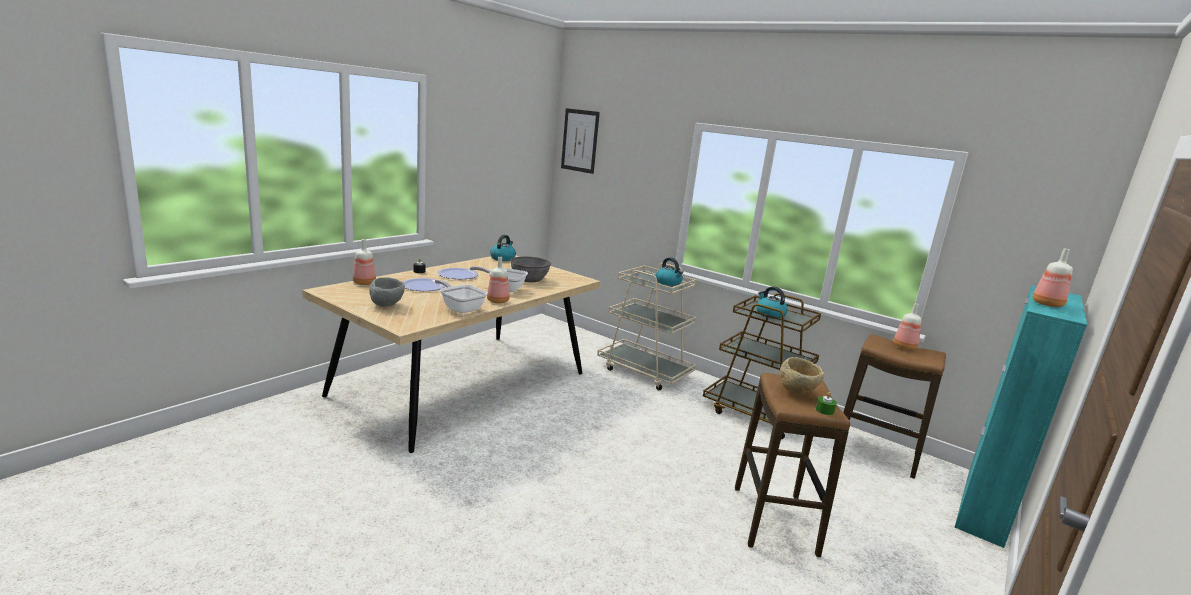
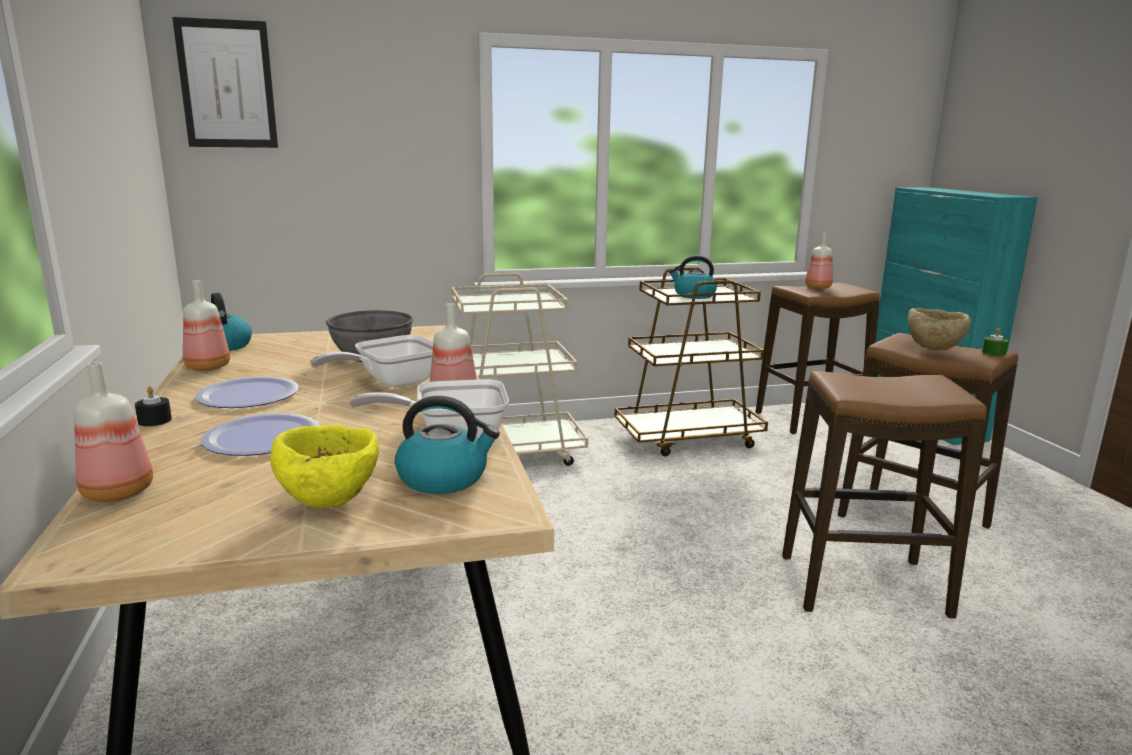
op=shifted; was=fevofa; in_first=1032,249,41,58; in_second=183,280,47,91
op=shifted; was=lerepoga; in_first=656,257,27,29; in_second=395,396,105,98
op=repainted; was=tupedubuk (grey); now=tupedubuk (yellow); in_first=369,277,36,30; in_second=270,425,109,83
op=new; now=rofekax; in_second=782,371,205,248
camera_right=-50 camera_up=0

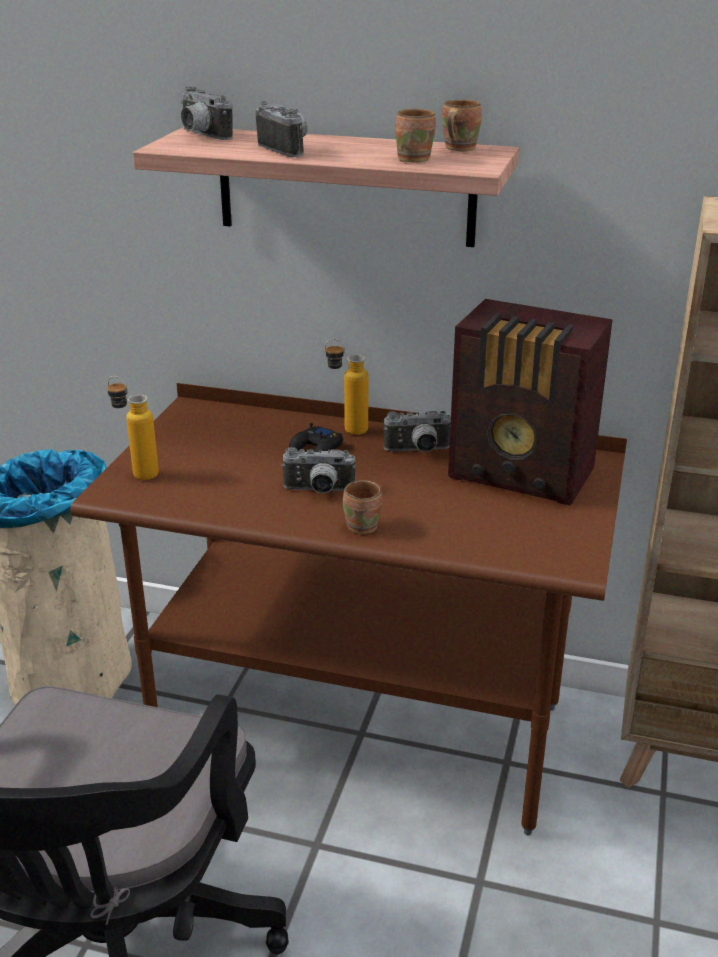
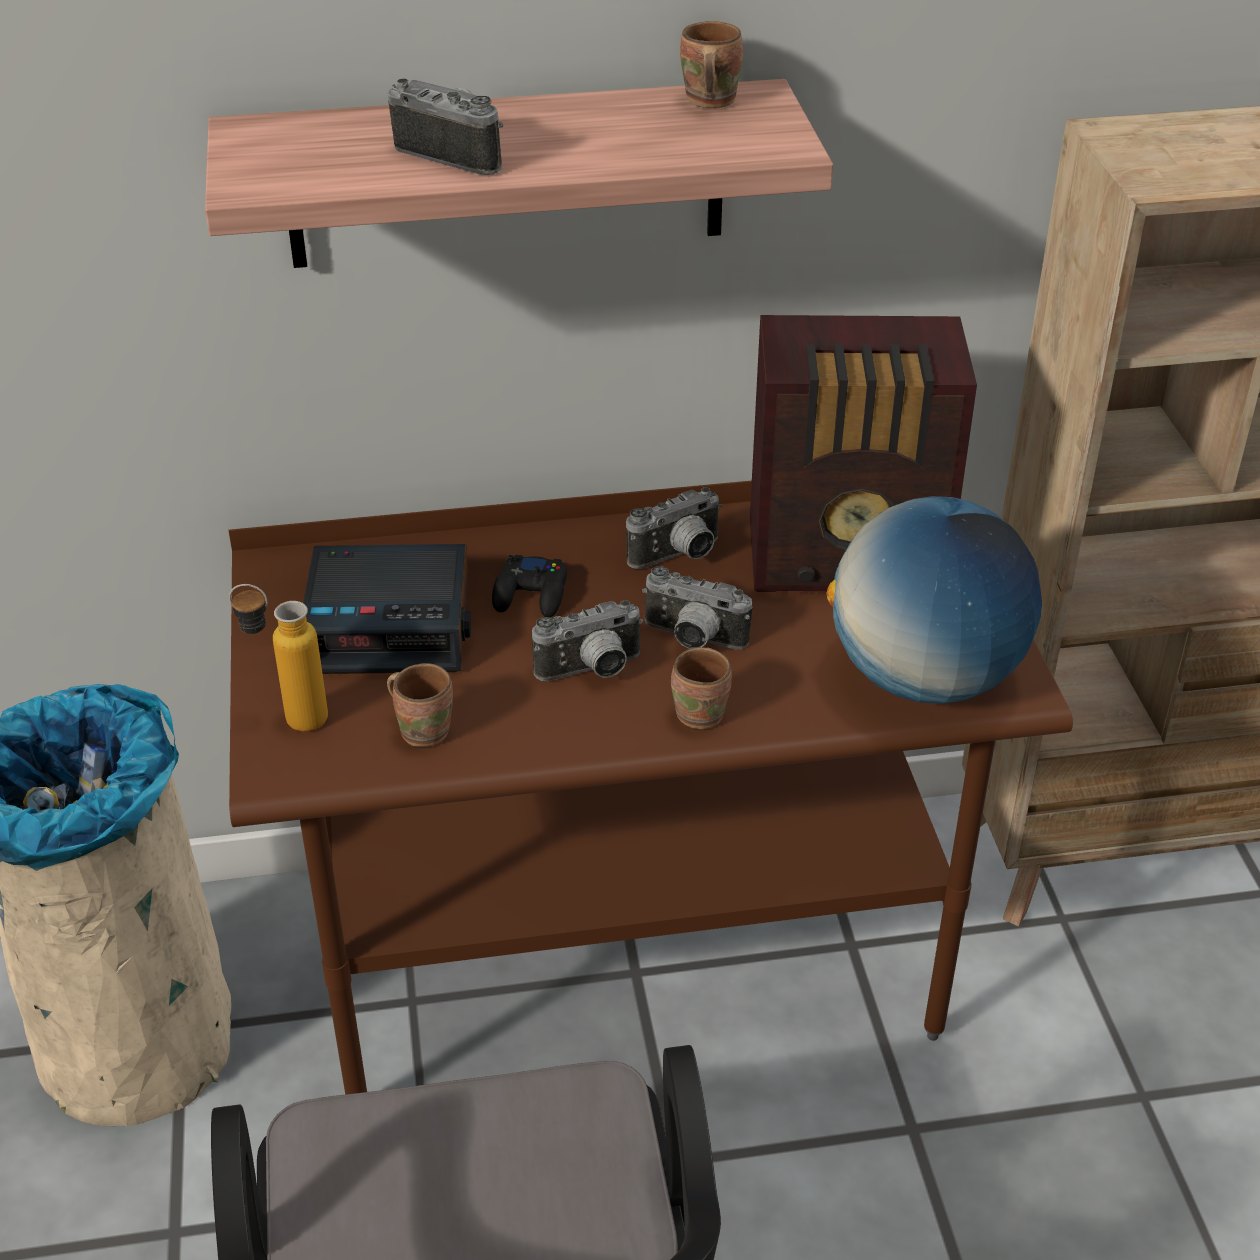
op=shifted; was=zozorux; in_first=181,86,52,54; in_second=642,566,110,84
op=shifted; was=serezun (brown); in_first=395,109,41,53; in_second=387,663,66,84
op=gone; was=fevofa; in_first=325,339,44,96
op=new; now=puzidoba; in_second=827,496,215,208
op=new; now=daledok; in_second=303,544,168,130
camera_right=-25 camera_up=10

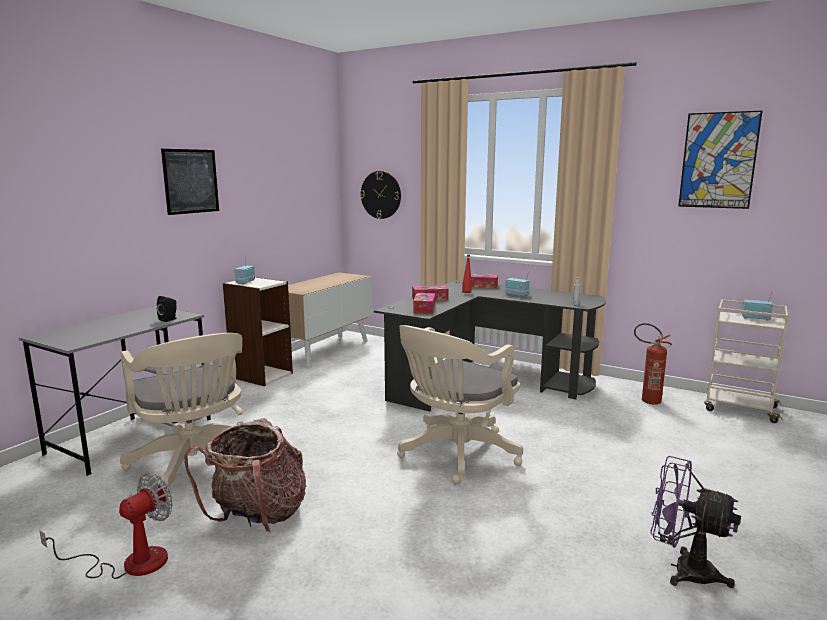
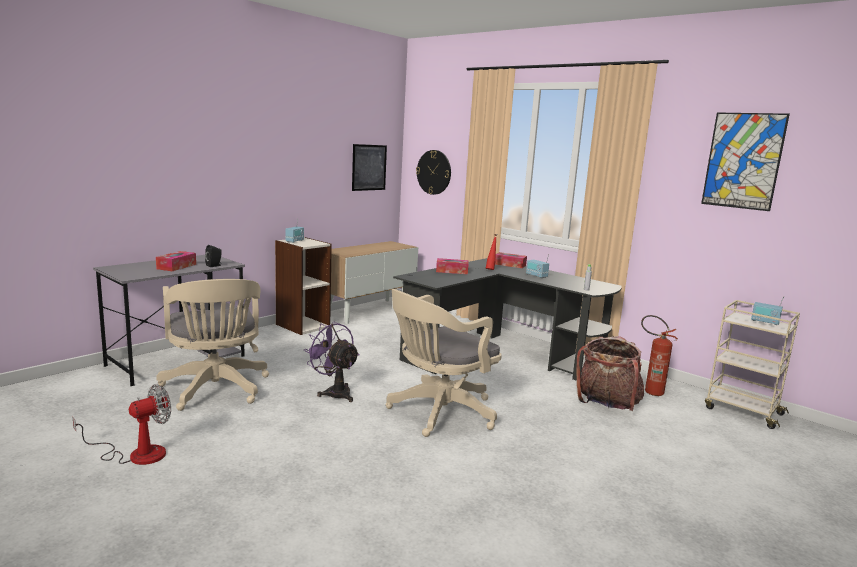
op=shifted; was=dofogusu; in_first=161,149,58,66; in_second=352,144,35,47
op=shifted; was=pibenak; in_first=413,293,22,21; in_second=156,251,40,20
op=shifted; was=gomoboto; in_first=185,418,121,114; in_second=577,336,67,75
op=shifted; was=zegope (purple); in_first=650,456,91,132; in_second=304,321,56,81
camera_right=10 camera_up=0

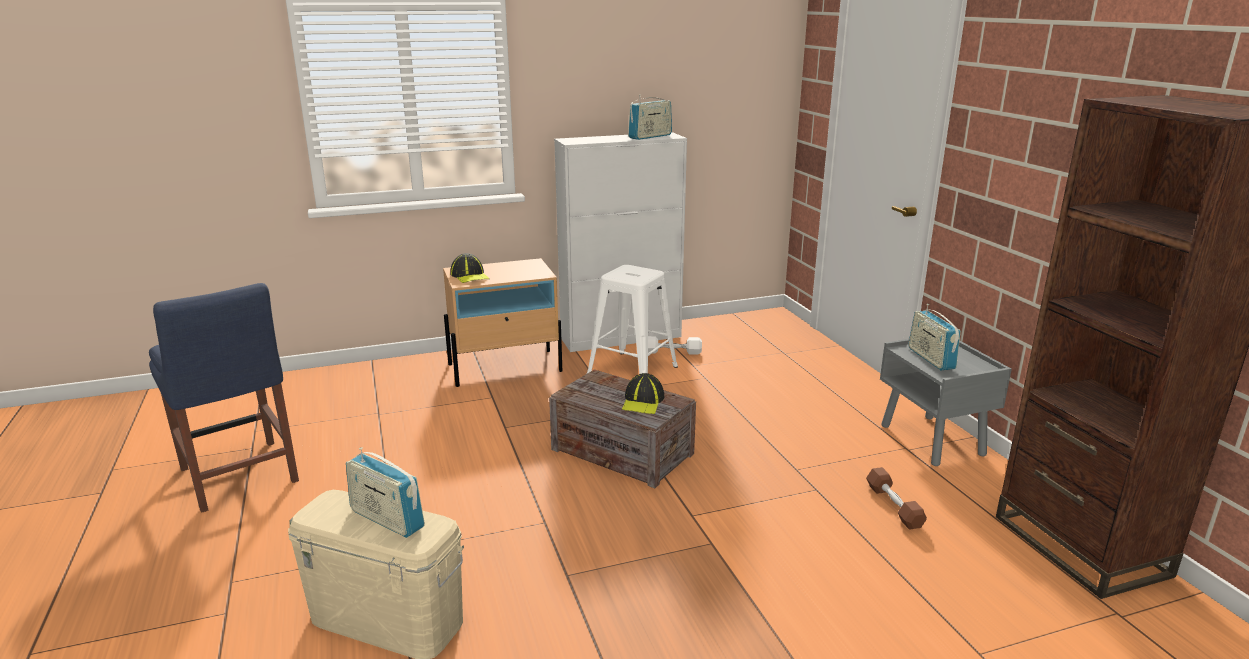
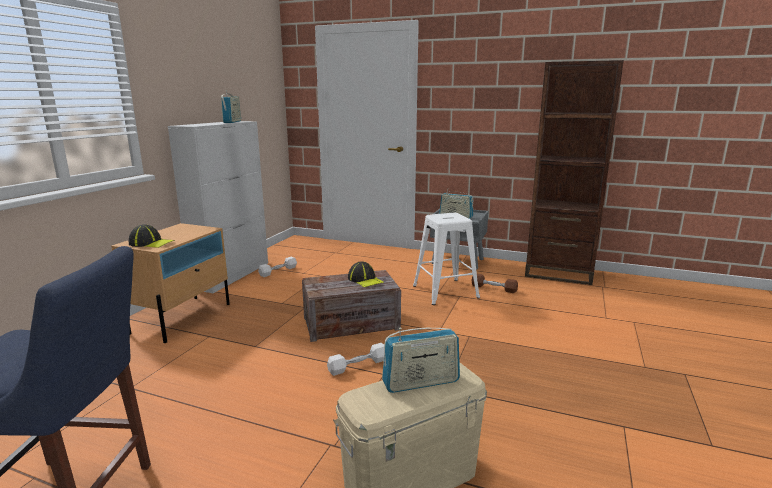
op=shifted; was=rofekax (white); in_first=587,265,91,109; in_second=413,213,67,92
op=new; now=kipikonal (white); in_second=327,343,57,33
camera_right=-50 camera_up=-5

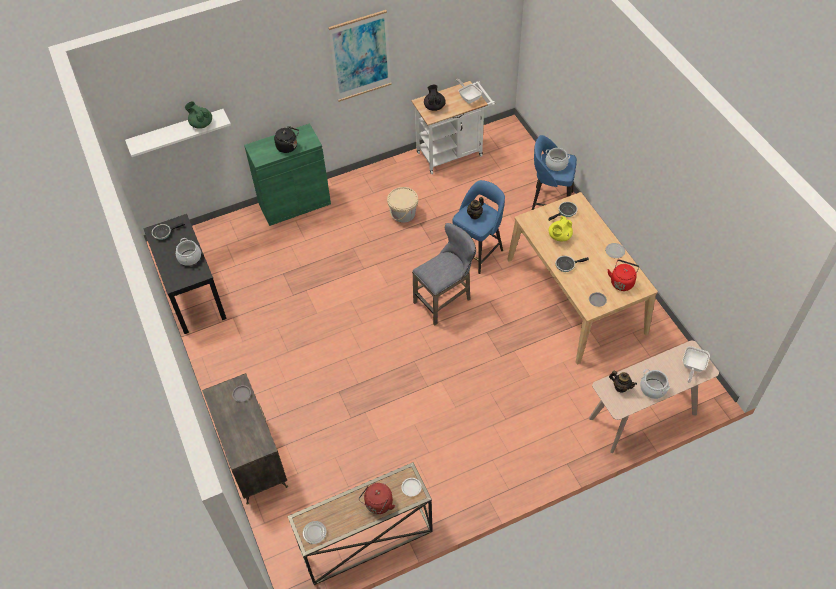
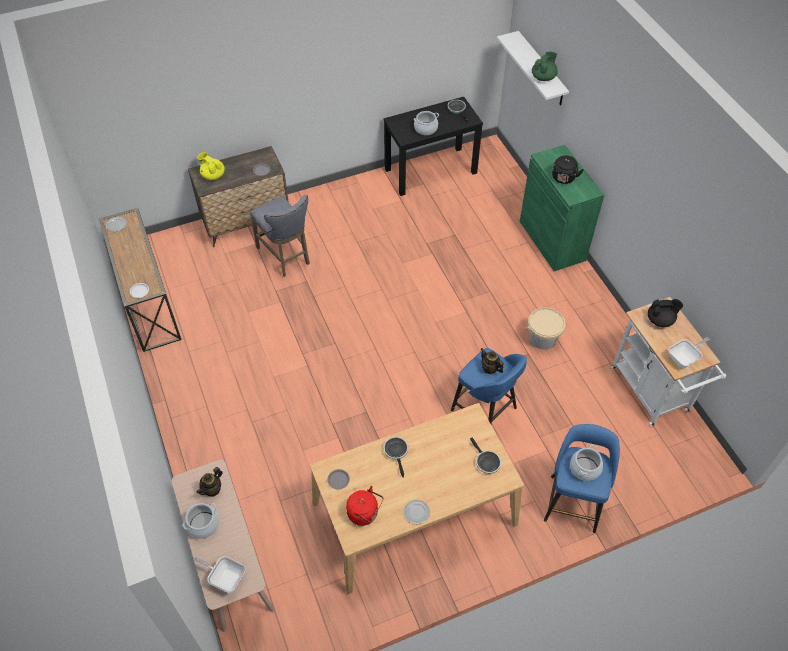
op=gone; was=dofogusu; in_first=328,10,64,92
op=shifted; was=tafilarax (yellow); in_first=549,216,24,25; in_second=197,152,28,28
op=shifted; was=rofekax (grey); in_first=412,223,64,102; in_second=250,195,60,82
op=gone; was=lerepoga (red); in_first=359,483,36,31
camera_right=90 camera_up=0

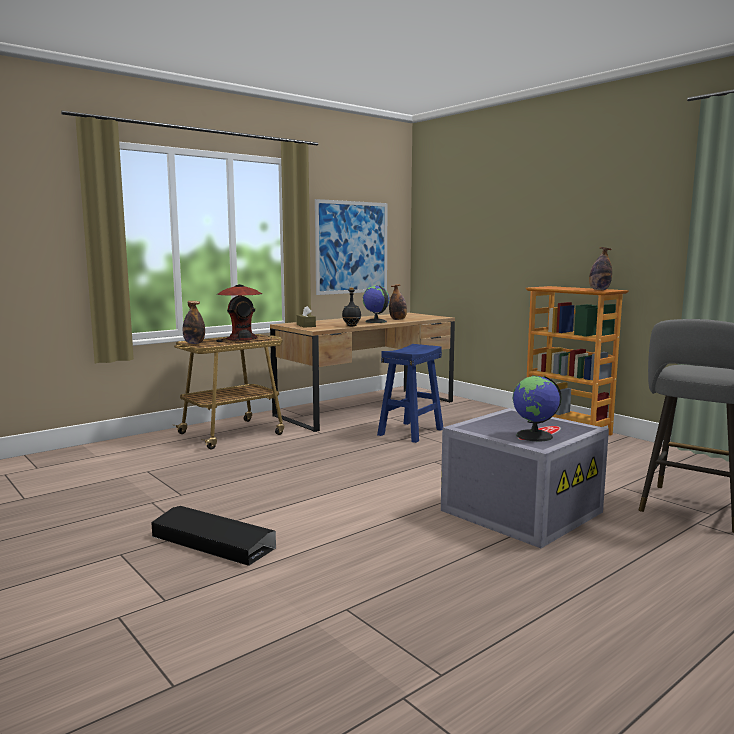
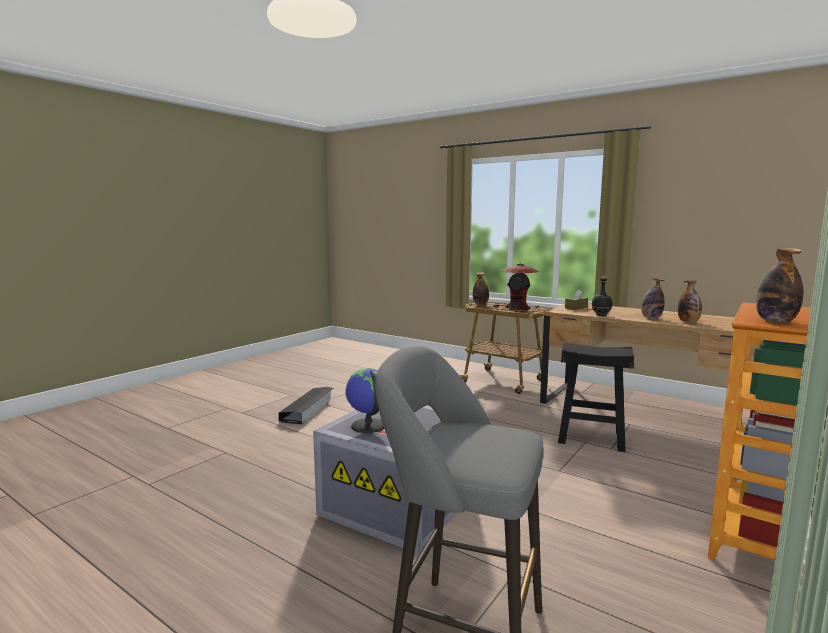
op=gone; was=dofogusu; in_first=315,199,72,96
op=swapped; was=puzidoba; now=fevofa; in_first=363,285,27,38; in_second=641,278,24,41
op=repainted; was=rofekax (blue); now=rofekax (black); in_first=377,344,66,99; in_second=558,342,76,110
camera_right=75 camera_up=0

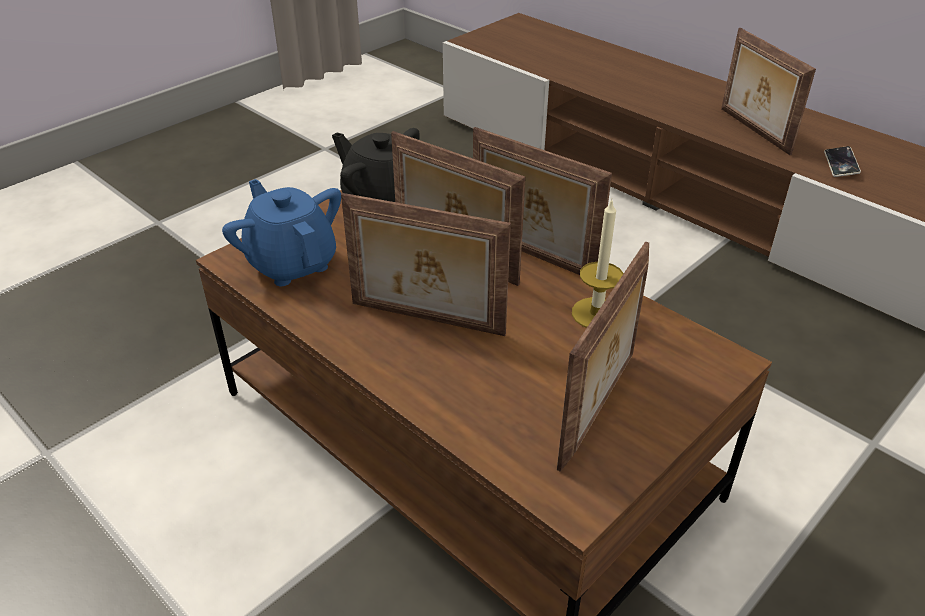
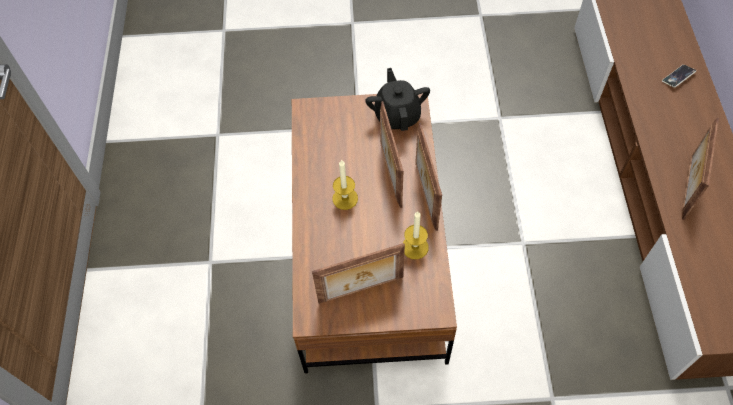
op=shifted; was=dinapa; in_first=824,146,37,31; in_second=662,65,34,22
op=gone; was=tafilarax (blue); in_first=222,179,119,107
op=swapped; was=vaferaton; now=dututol; in_first=341,193,170,143; in_second=332,160,26,50
camera_right=45 camera_up=20

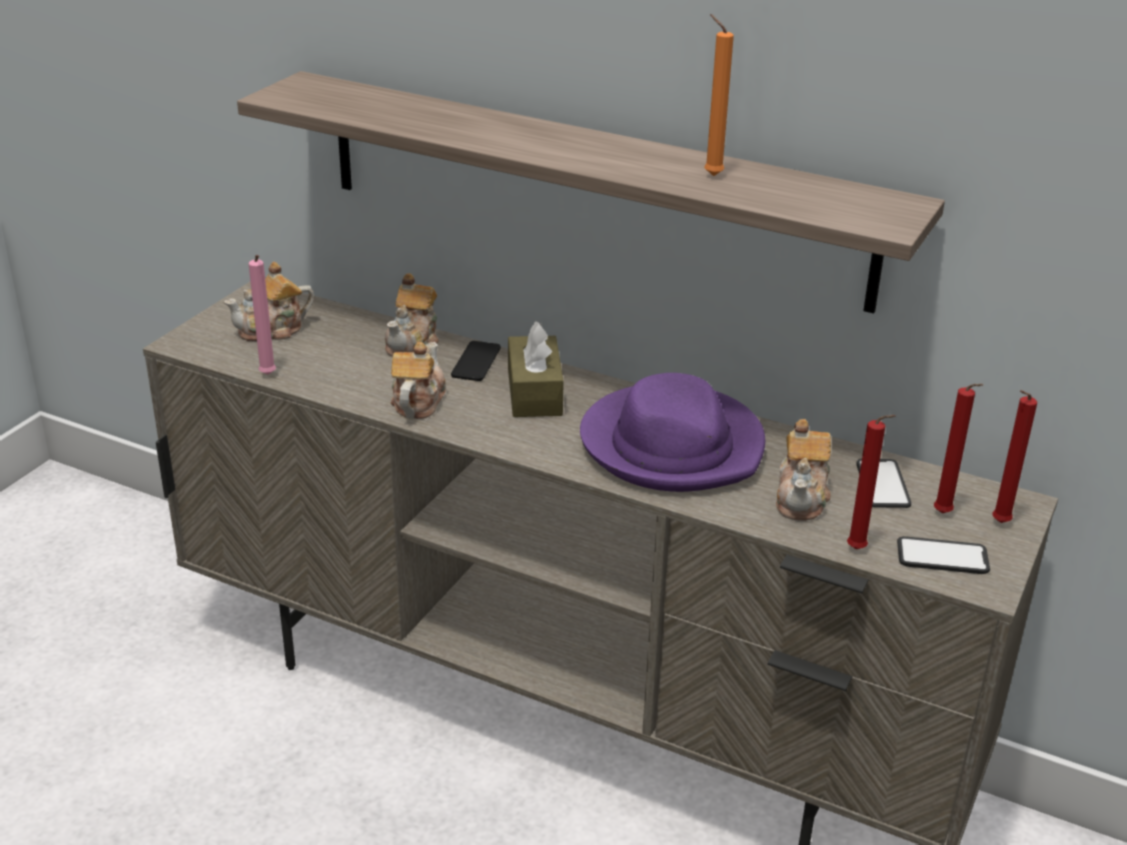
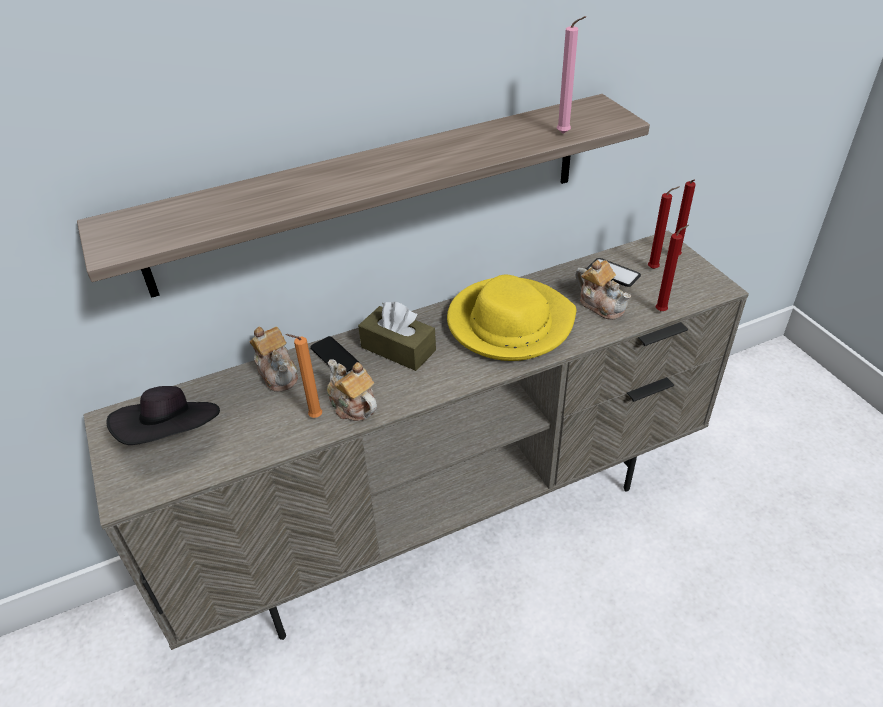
op=shifted; was=dututol (orange); in_first=704,14,30,162; in_second=285,334,37,84
op=shifted; was=dututol (pink); in_first=249,255,27,120; in_second=557,16,29,118
op=swapped; was=tafilarax; now=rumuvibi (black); in_first=224,262,90,79; in_second=106,386,114,59
op=repainted; was=rumuvibi (purple); now=rumuvibi (yellow); in_first=580,373,185,119; in_second=447,275,129,86
op=gone; was=dinapa; in_first=897,536,93,38
camera_right=-50 camera_up=10

